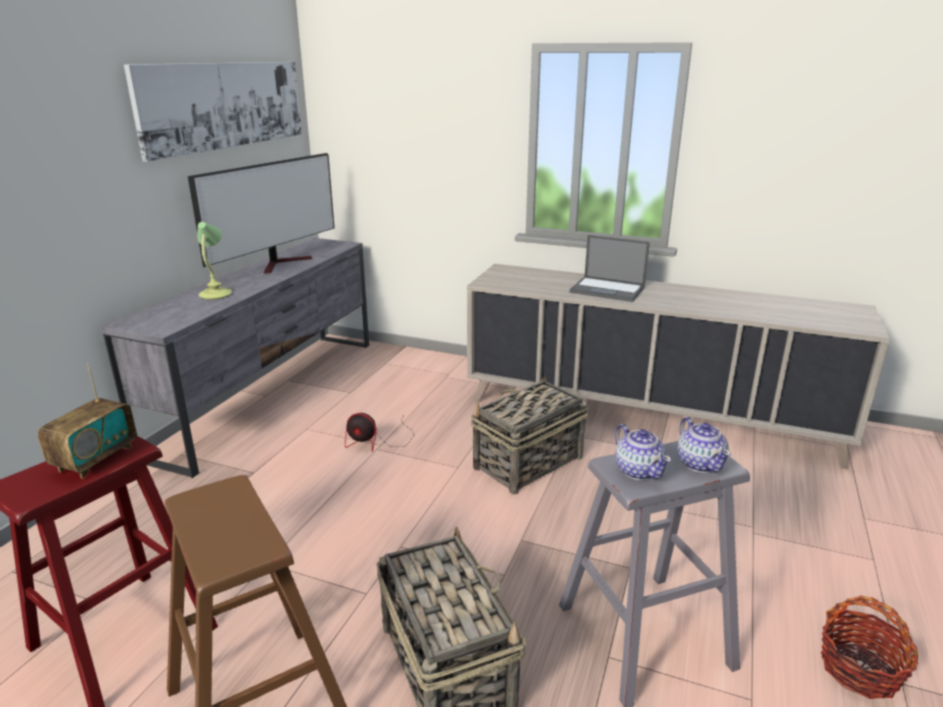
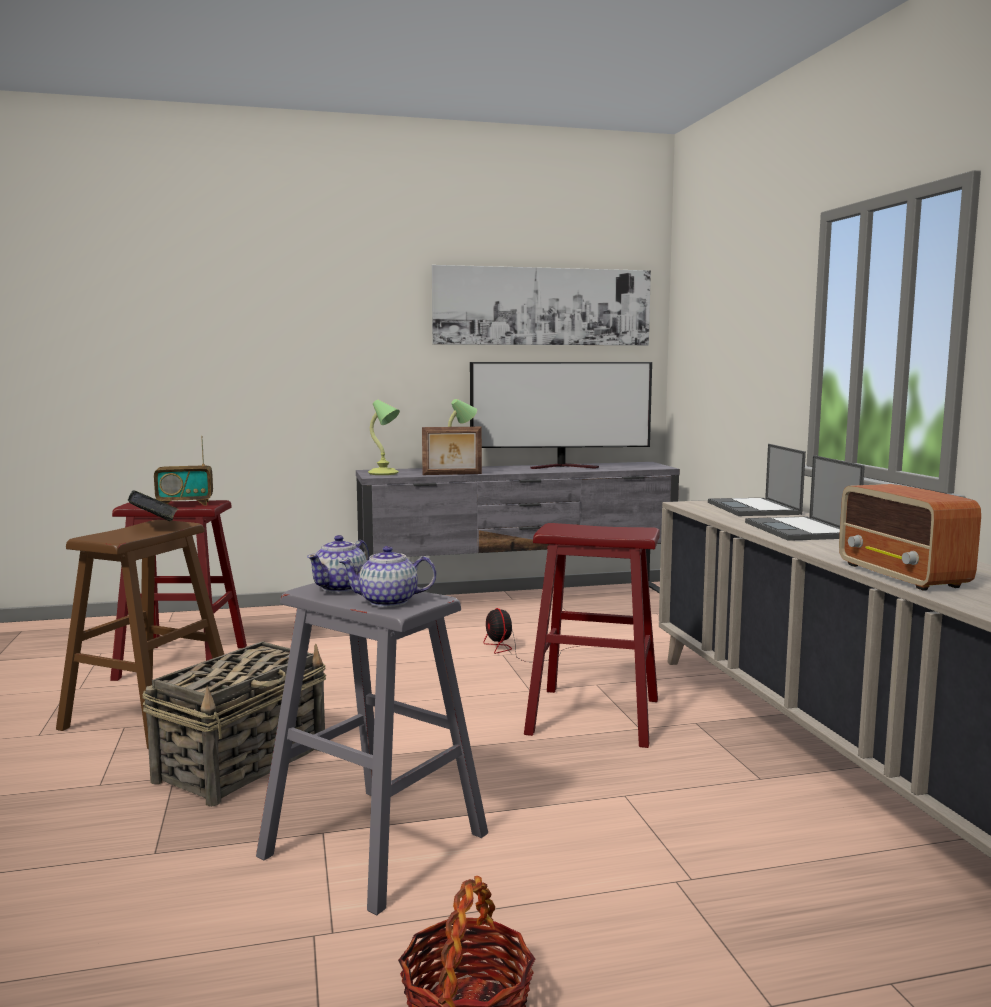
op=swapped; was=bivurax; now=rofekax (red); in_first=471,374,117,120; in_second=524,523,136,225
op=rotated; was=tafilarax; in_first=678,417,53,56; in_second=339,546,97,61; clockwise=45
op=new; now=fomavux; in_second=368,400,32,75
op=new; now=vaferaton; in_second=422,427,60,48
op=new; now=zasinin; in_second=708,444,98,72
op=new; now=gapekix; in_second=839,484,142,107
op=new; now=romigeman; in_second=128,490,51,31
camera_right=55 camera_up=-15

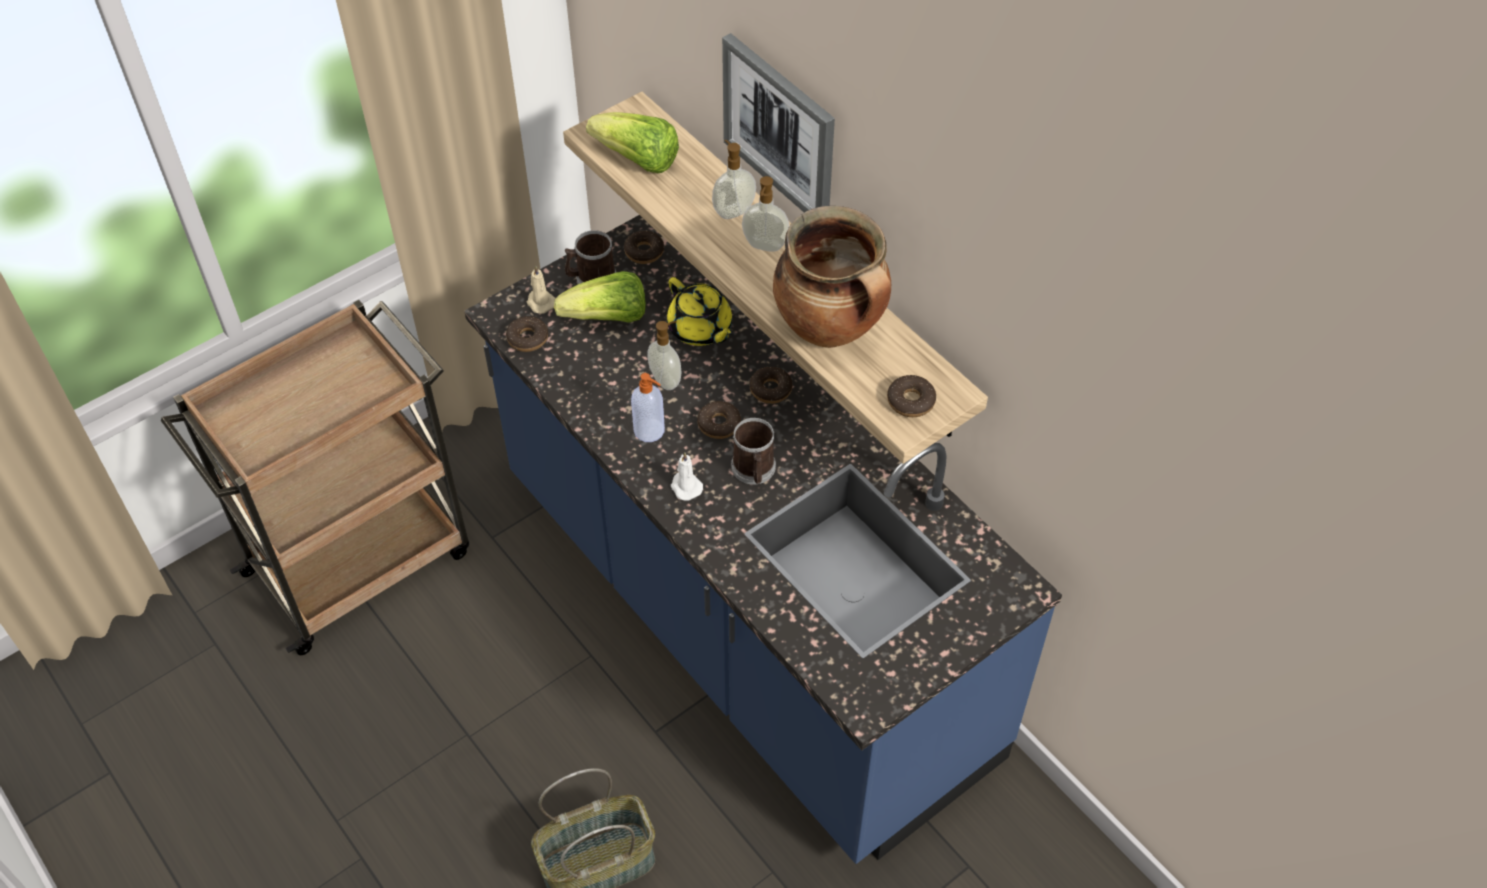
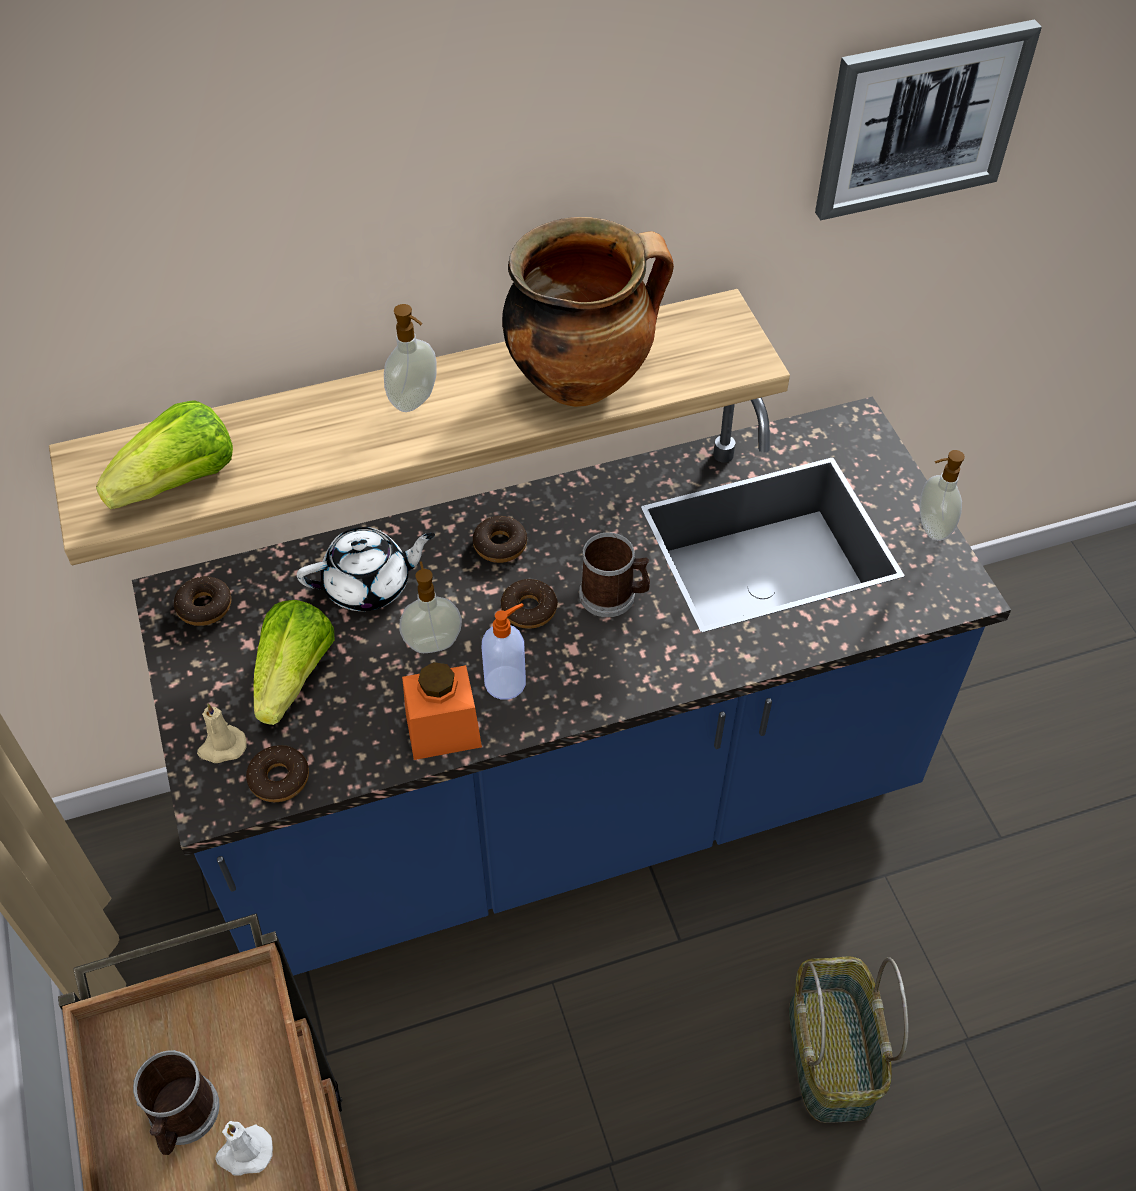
op=shifted; was=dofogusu; in_first=722,33,113,179; in_second=815,19,227,201
op=shifted; was=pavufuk; in_first=712,140,44,79; in_second=919,450,46,91
op=shifted; was=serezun; in_first=565,230,52,54; in_second=133,1050,87,105
op=repainted; was=tafilarax (yellow); now=tafilarax (white); in_first=667,277,67,69; in_second=297,527,138,84
op=gone; was=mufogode; in_first=887,375,49,42
op=shifted; was=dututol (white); in_first=671,452,32,49; in_second=215,1121,58,55
op=new; now=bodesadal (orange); in_second=402,662,80,98
camera_right=-70 camera_up=0

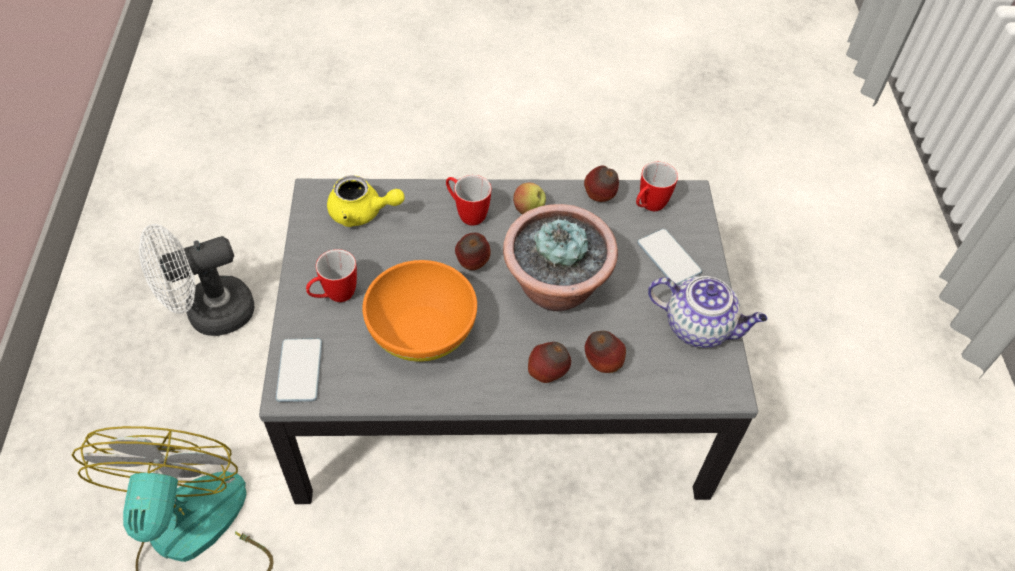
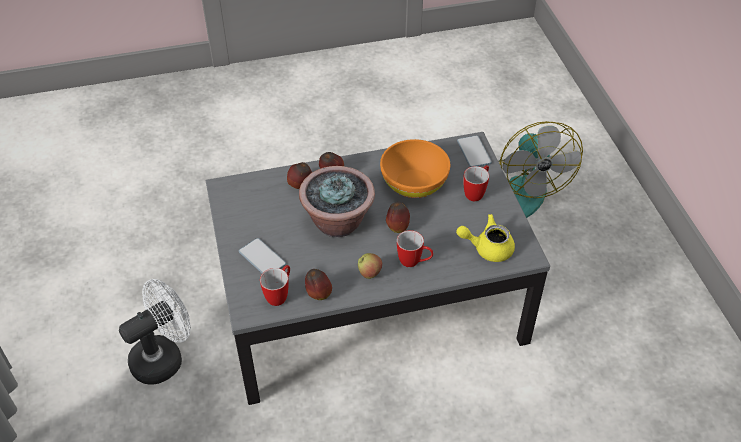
op=shifted; was=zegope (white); in_first=139,224,115,112; in_second=119,279,72,105
op=gone; was=tafilarax; in_first=648,276,119,72
camera_right=170 camera_up=-5

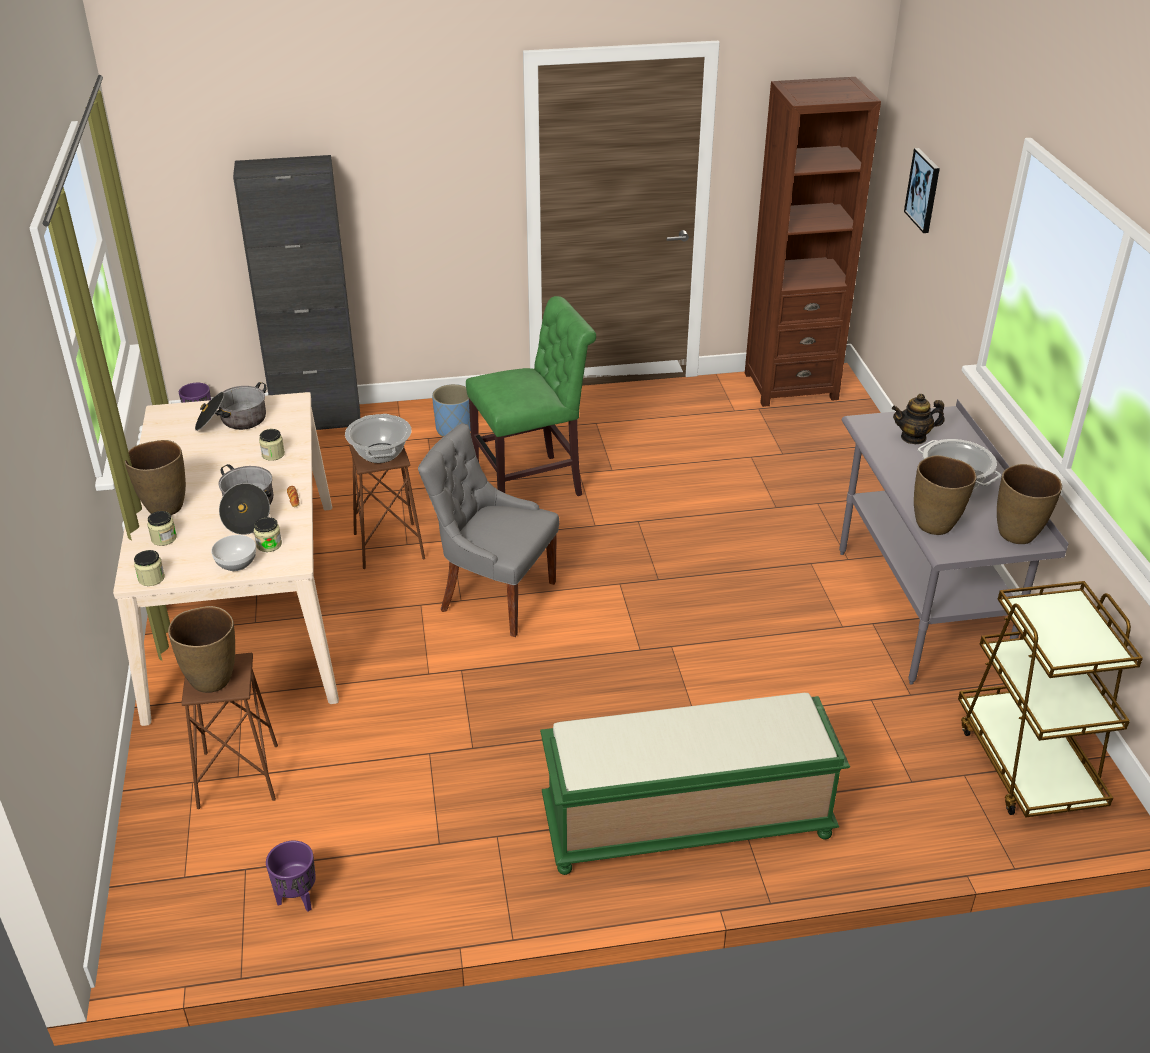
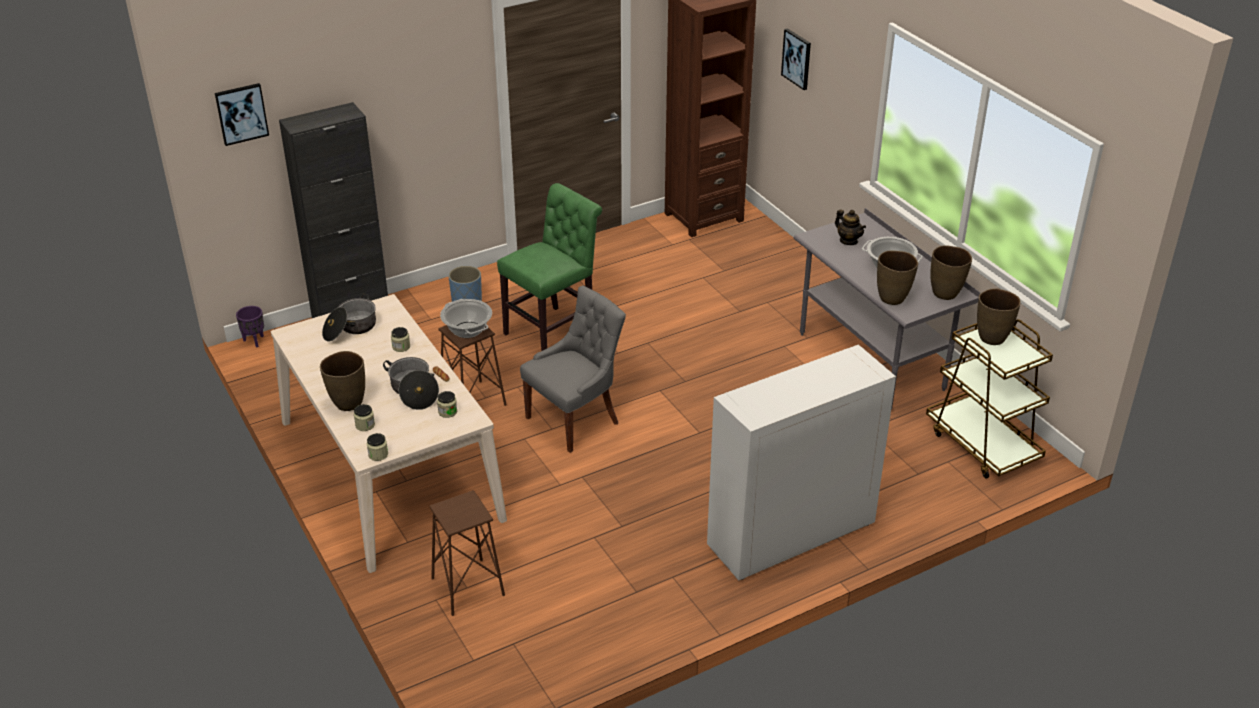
op=rotated; was=tafilarax; in_first=892,394,53,50; in_second=835,210,31,35; clockwise=-105
op=rotated; was=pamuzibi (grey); in_first=418,423,141,214; in_second=520,286,106,167; clockwise=135
op=gone; was=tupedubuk; in_first=211,535,45,36
op=shifted; was=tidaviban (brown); in_first=168,606,67,87; in_second=977,288,44,57
op=swapped; was=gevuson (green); now=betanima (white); in_first=540,693,310,182; in_second=707,344,189,236
op=gone; was=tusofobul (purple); in_first=266,841,50,71
op=new; now=dofogusu; in_second=215,83,54,63
camera_right=-20 camera_up=0

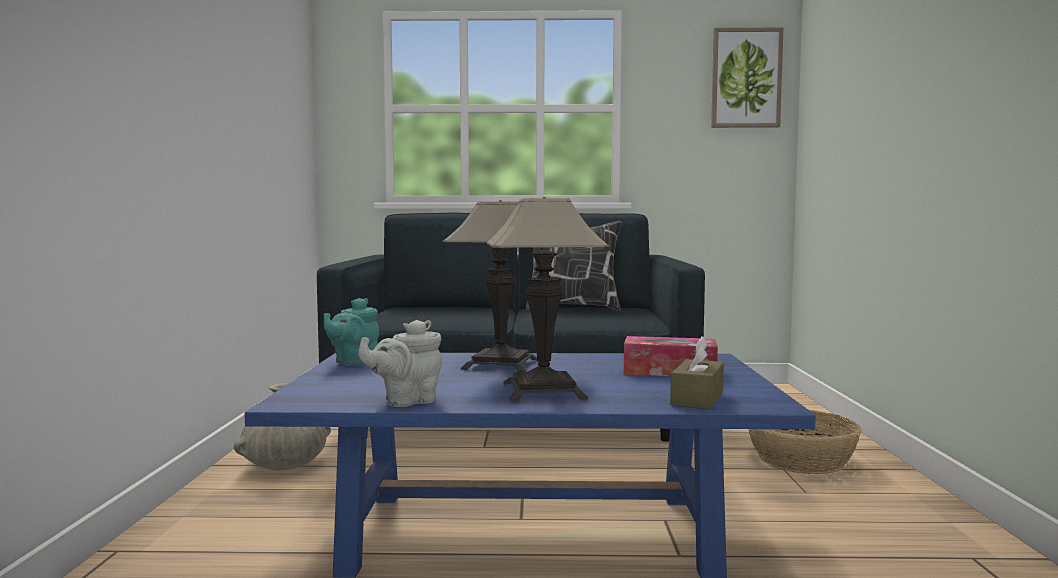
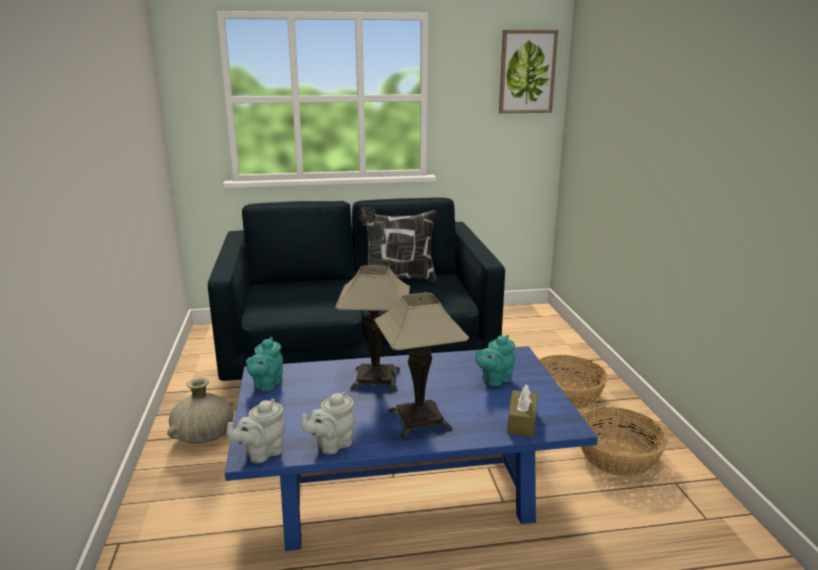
op=swapped; was=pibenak; now=tafilarax (turquoise); in_first=624,336,94,40; in_second=475,335,40,51
op=new; now=tafilarax (grey); in_second=227,399,58,64
op=new; now=bivurax; in_second=581,407,87,70
camera_right=-10 camera_up=15

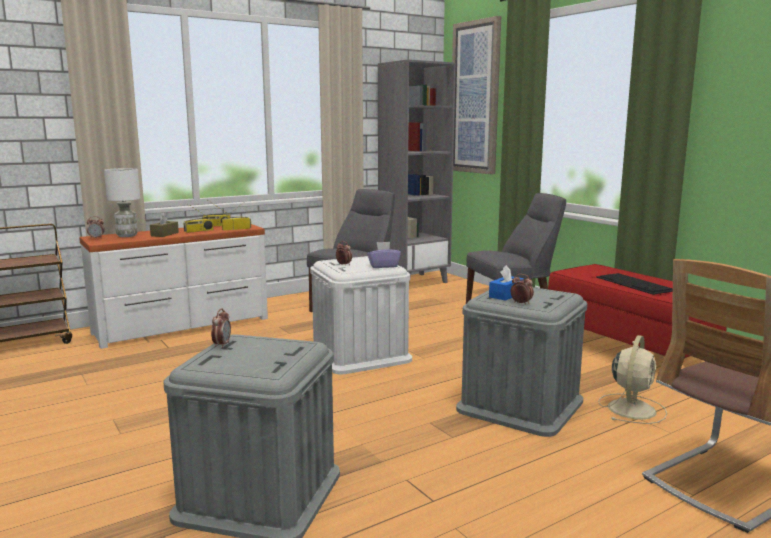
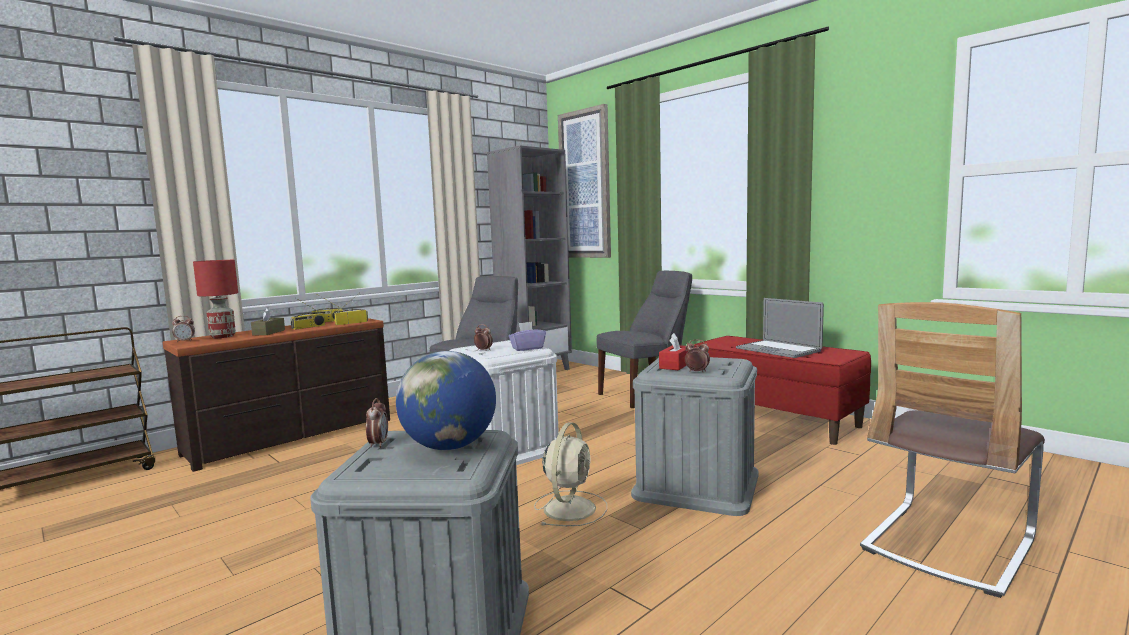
op=repainted; was=fomavux (white); now=fomavux (red); in_first=104,168,36,69; in_second=193,260,45,78
op=repainted; was=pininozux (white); now=pininozux (brown); in_first=79,224,189,125; in_second=163,318,227,154
op=repainted; was=pibenak (blue); now=pibenak (red); in_first=489,265,35,36; in_second=659,333,30,37
op=swapped; was=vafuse; now=zasinin; in_first=596,273,77,22; in_second=736,298,88,60
op=shifted; was=zegope (beige); in_first=598,335,69,89; in_second=534,422,73,104
op=new; now=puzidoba; in_second=396,351,100,99
camera_right=-10 camera_up=-5

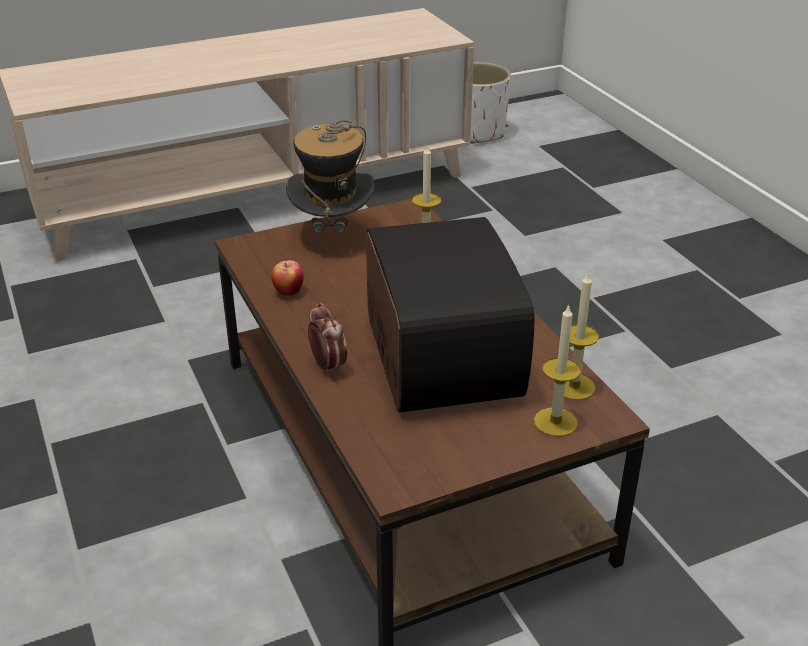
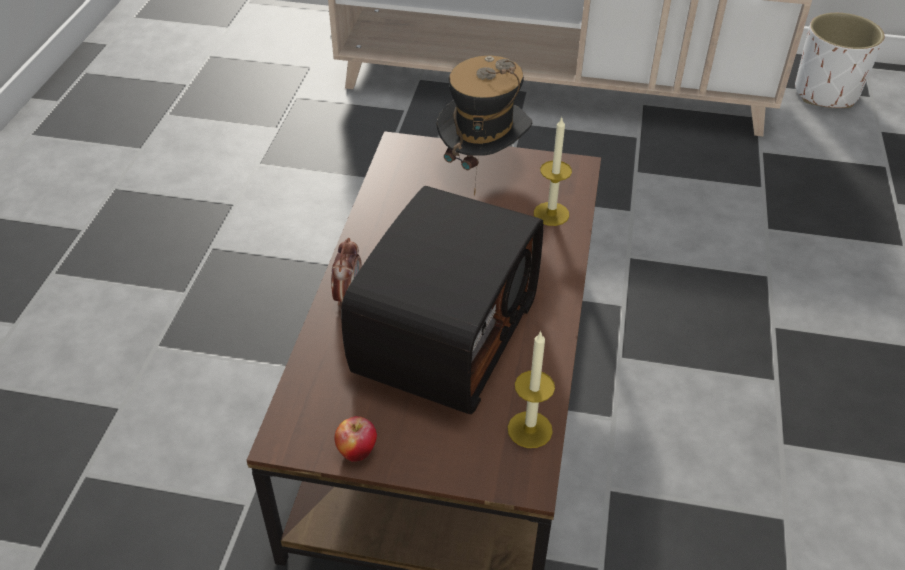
op=shifted; was=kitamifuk; in_first=272,260,31,36; in_second=334,416,43,45
op=gone; was=dututol; in_first=534,304,47,133
camera_right=35 camera_up=10

